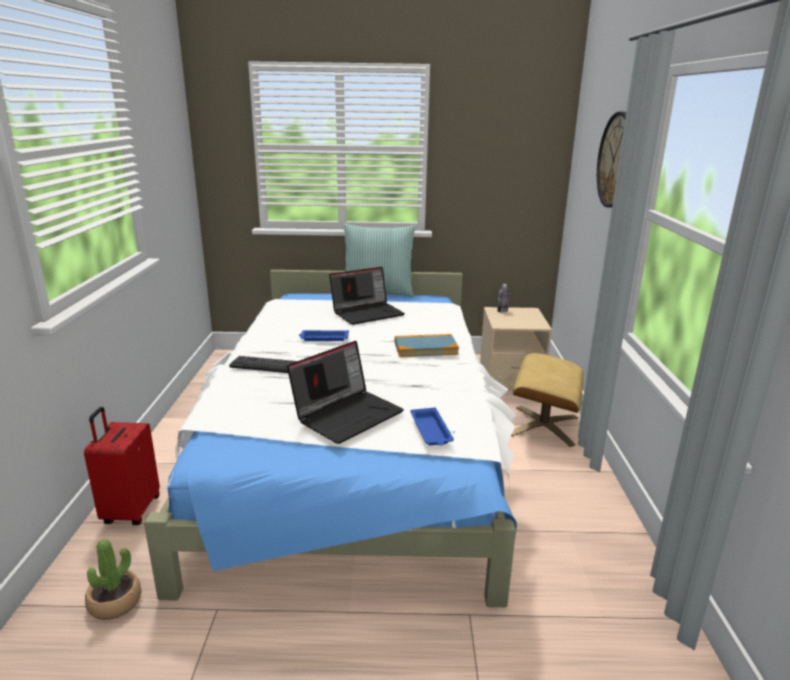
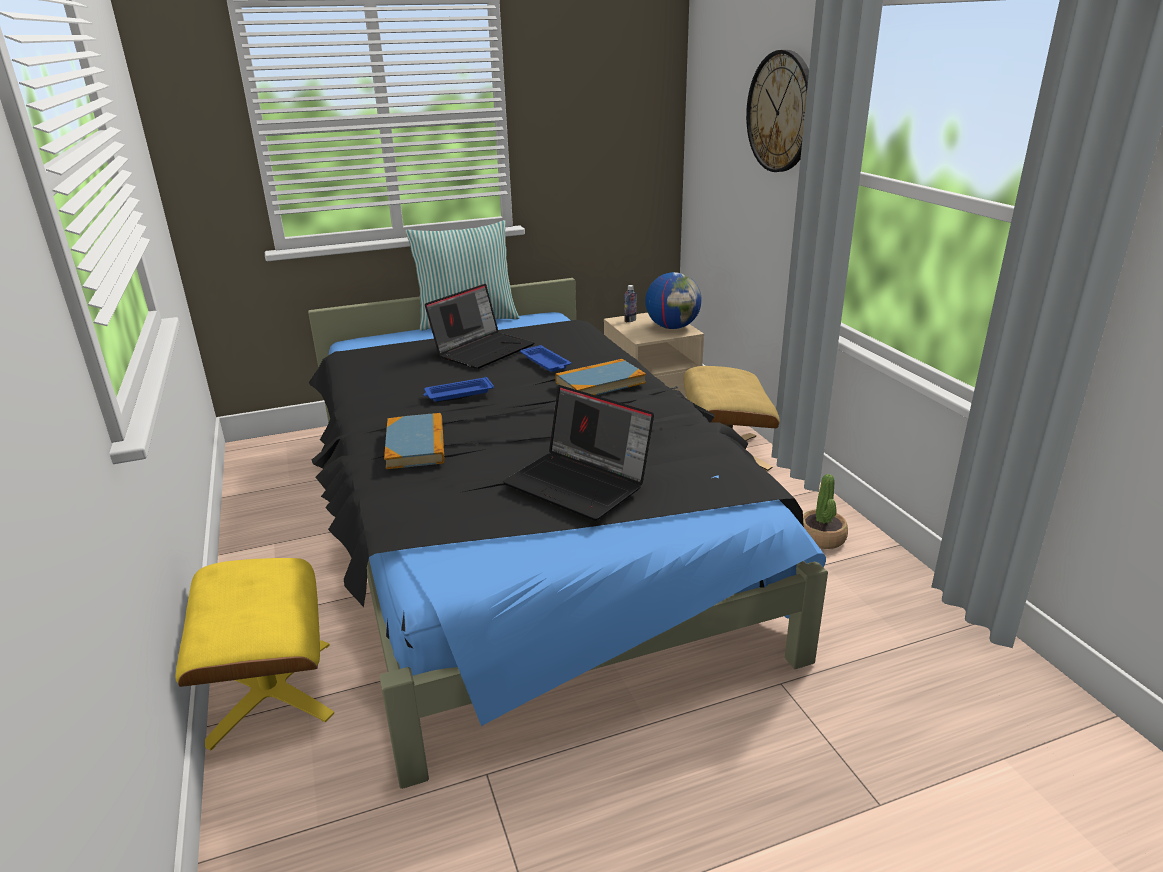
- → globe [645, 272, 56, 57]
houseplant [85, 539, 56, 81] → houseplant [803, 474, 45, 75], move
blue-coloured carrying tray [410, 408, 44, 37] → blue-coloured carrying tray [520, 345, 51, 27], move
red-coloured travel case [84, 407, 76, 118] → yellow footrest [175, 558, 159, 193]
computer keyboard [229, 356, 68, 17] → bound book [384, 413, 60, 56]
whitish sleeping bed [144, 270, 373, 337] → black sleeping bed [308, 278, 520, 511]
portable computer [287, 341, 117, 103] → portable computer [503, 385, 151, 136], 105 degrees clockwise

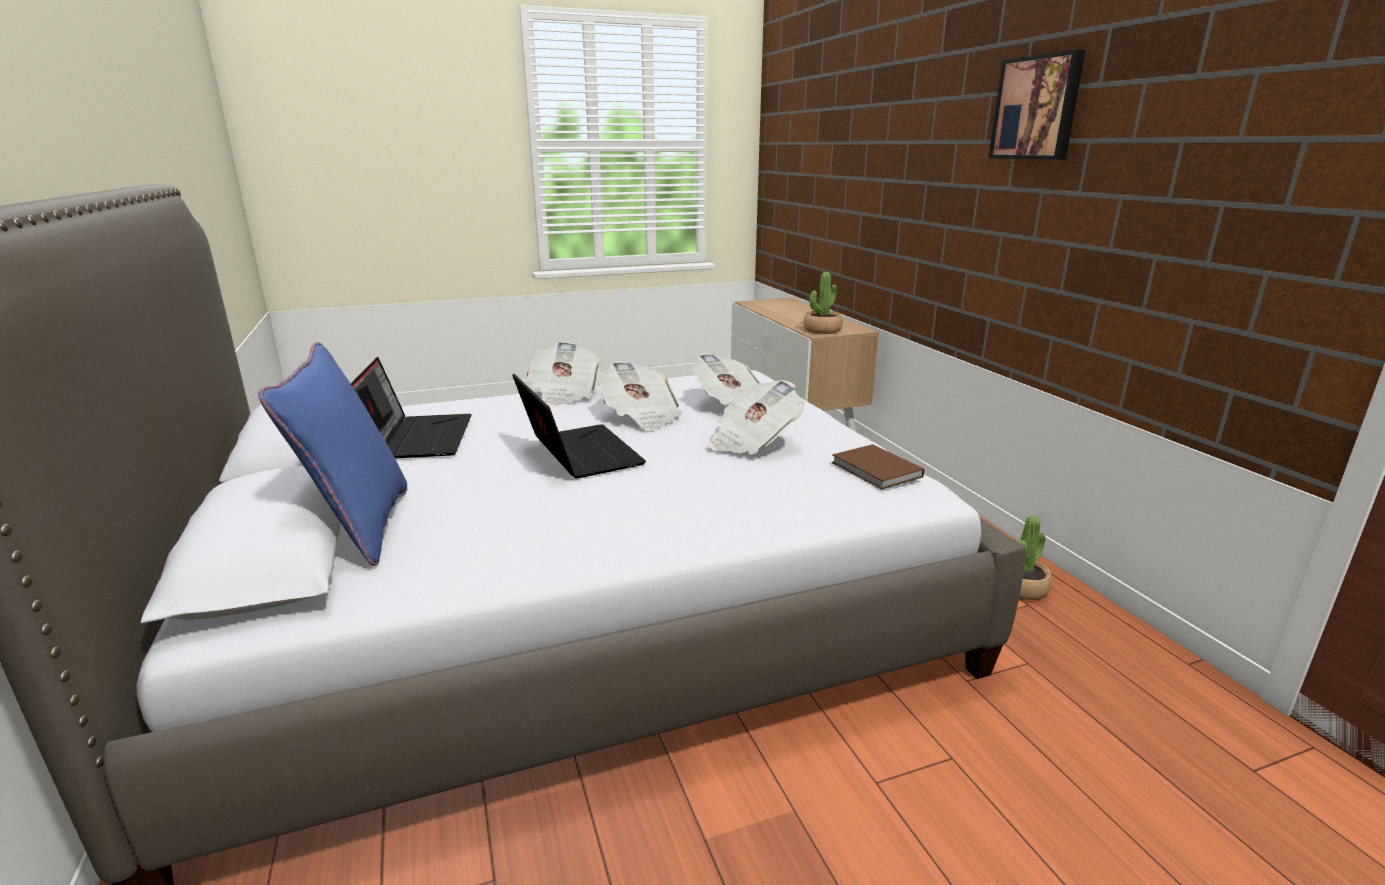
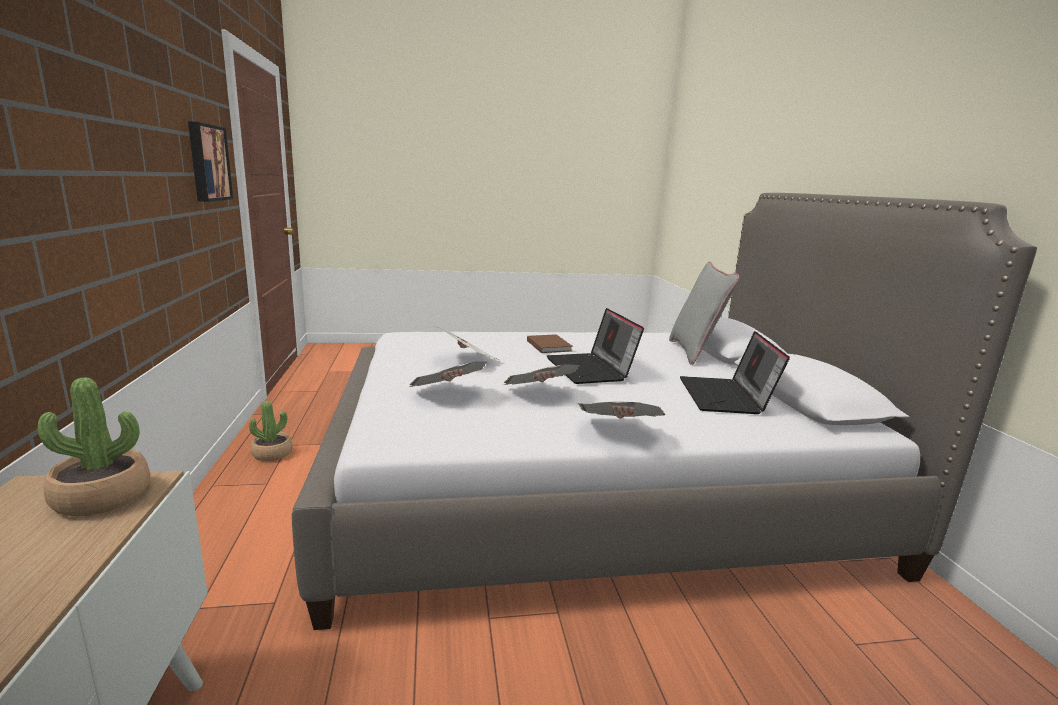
brown bound book [832, 444, 92, 45] → brown bound book [527, 334, 46, 19], move
wall art [988, 49, 97, 111] → wall art [188, 121, 45, 81], move
blue-coloured throw pillow [258, 342, 149, 224] → gray throw pillow [669, 261, 70, 104]

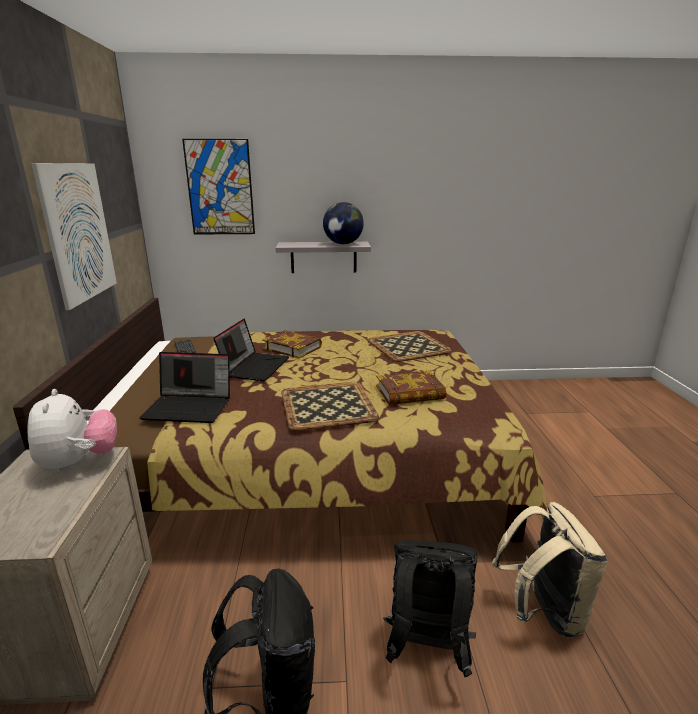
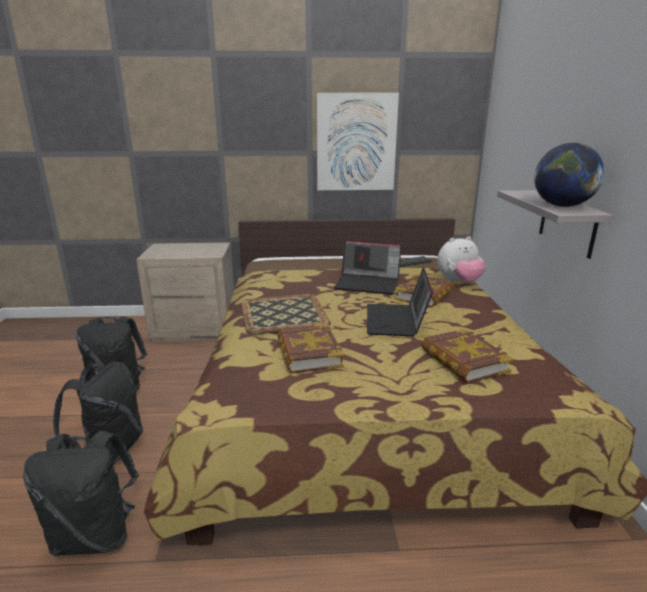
wall art [182, 139, 73, 96] → -
cuddly toy [27, 389, 90, 84] → cuddly toy [437, 236, 49, 47], move
portable computer [139, 352, 91, 71] → portable computer [367, 268, 66, 68], move
carrying tray [367, 331, 85, 31] → bound book [422, 328, 92, 55]
sand-coloured rucksack [492, 502, 115, 136] → black rucksack [23, 431, 116, 125]

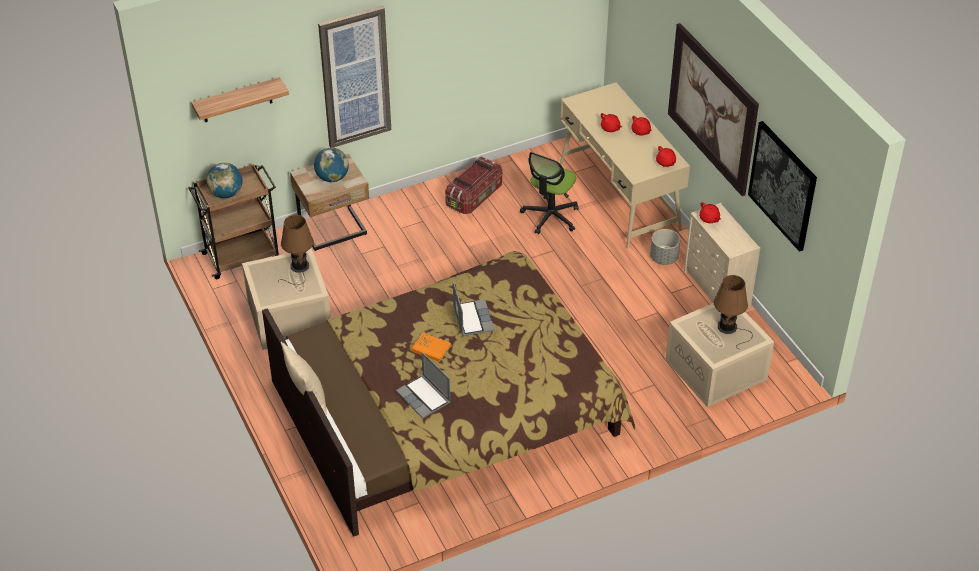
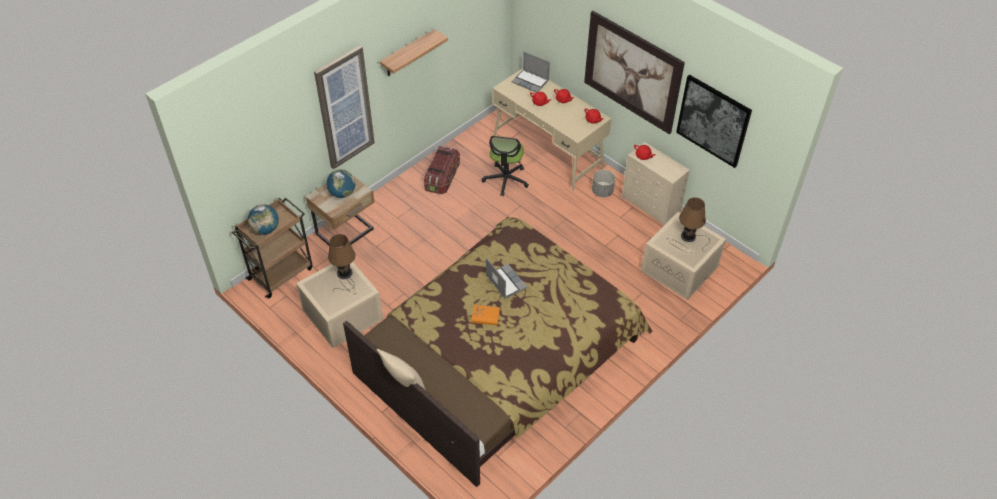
wall shelf [191, 77, 98, 45] → wall shelf [380, 29, 68, 47], move
portable computer [396, 352, 55, 66] → portable computer [512, 52, 38, 40], move

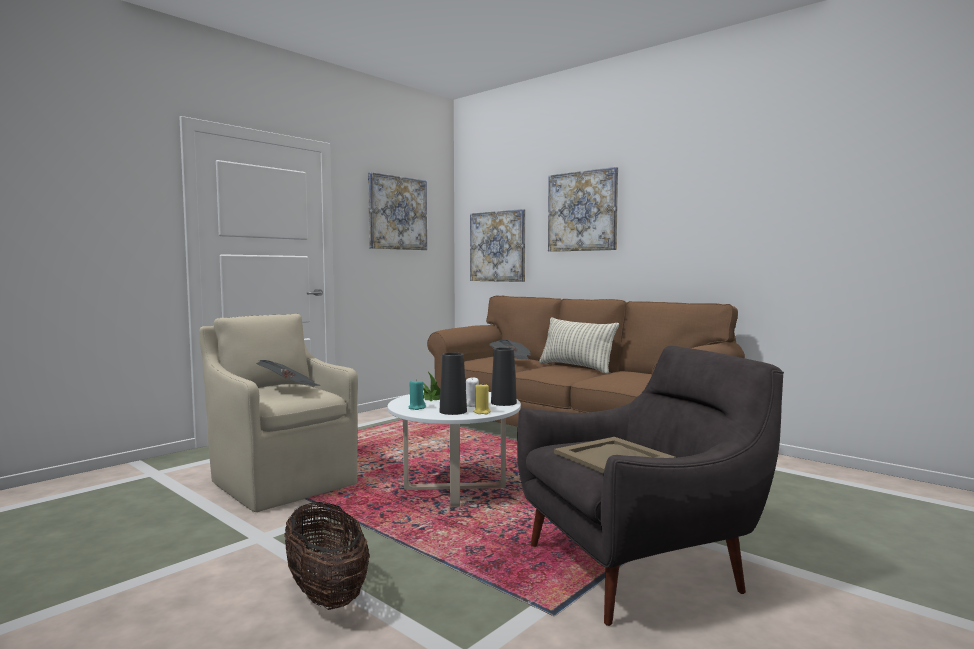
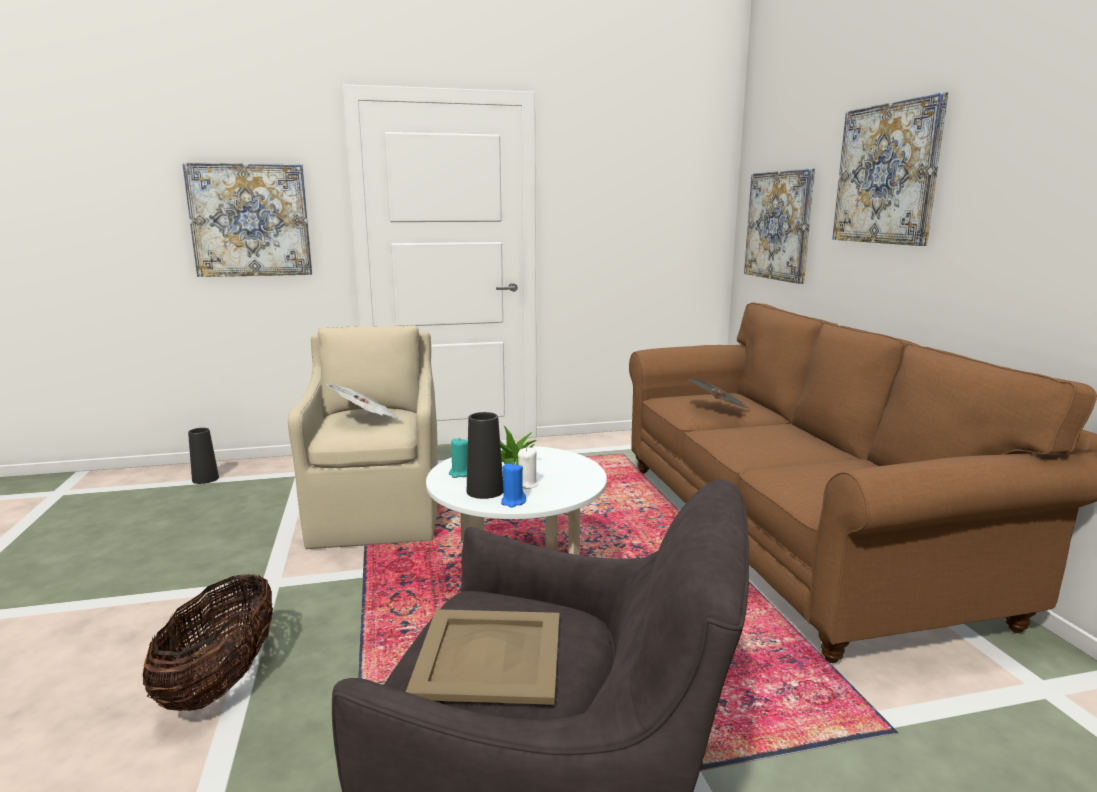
throw pillow [539, 317, 80, 57] → -
wall art [368, 172, 59, 78] → wall art [182, 162, 130, 115], move
black vase [491, 347, 26, 59] → black vase [188, 428, 31, 56], move
yellow candle [473, 383, 18, 31] → blue-coloured candle [501, 462, 25, 46]

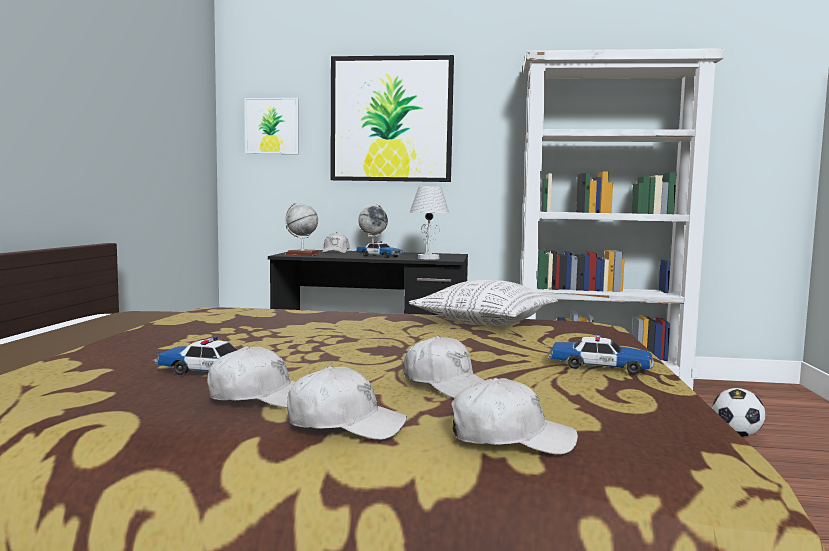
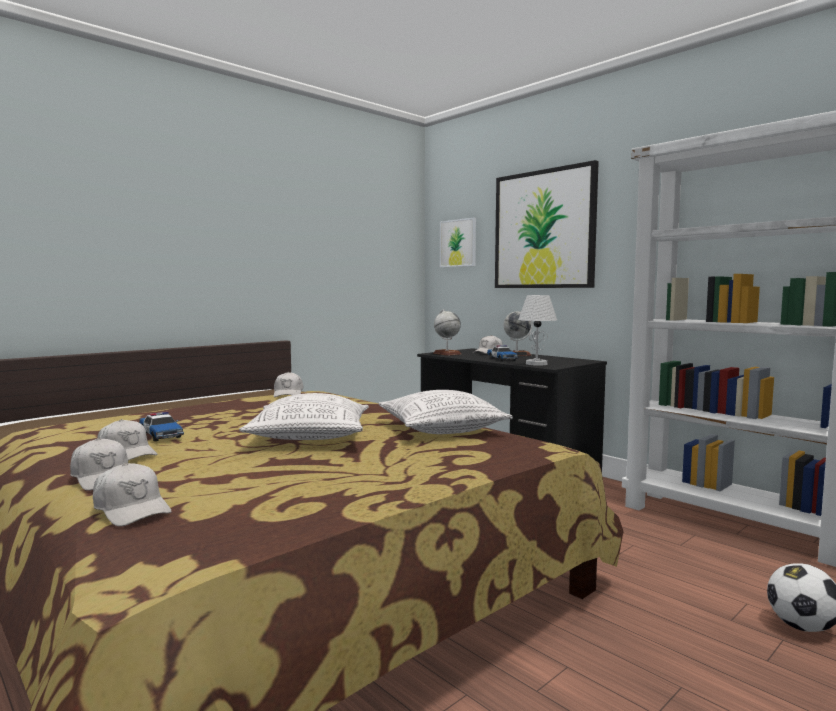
model car [548, 334, 106, 40] → -
- → throw pillow [239, 393, 130, 47]
whitish peaked cap [403, 336, 81, 62] → whitish peaked cap [274, 372, 29, 25], move

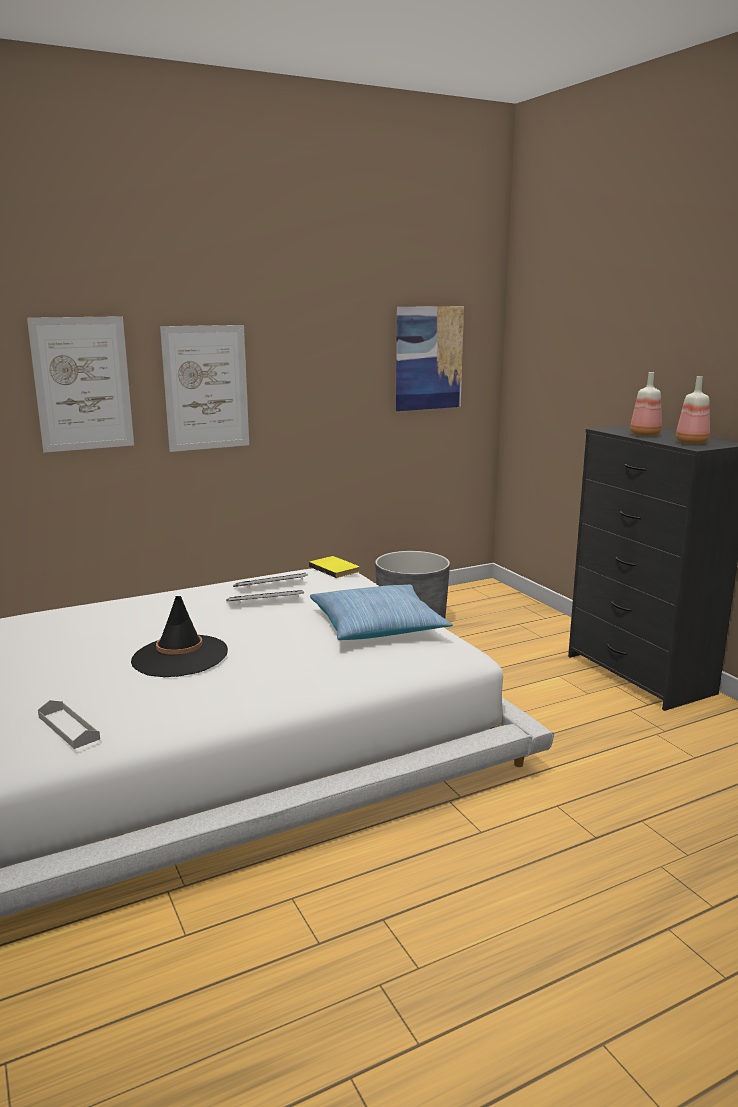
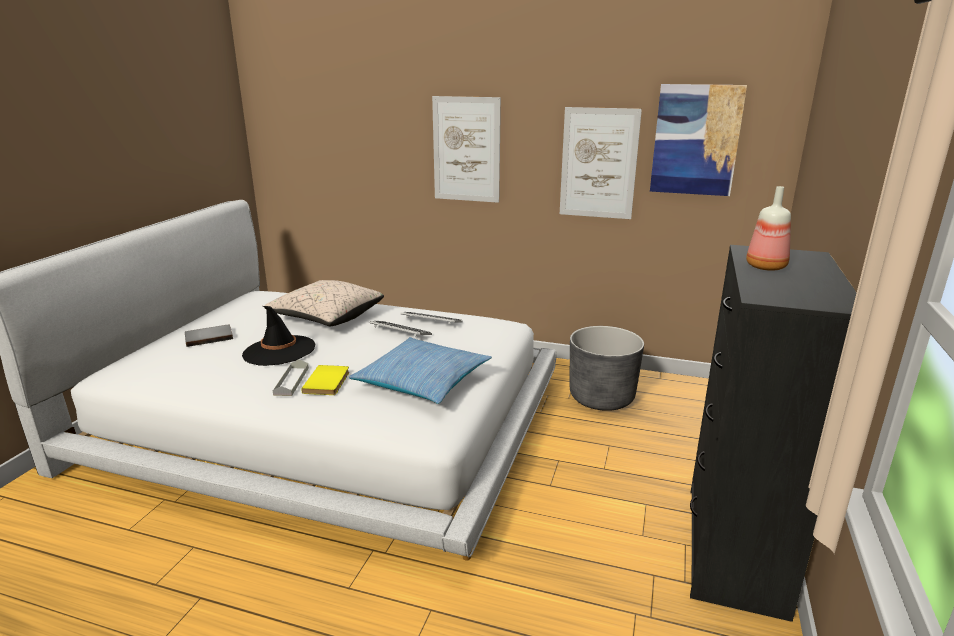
beverage bottle [676, 376, 34, 68] → -
- → gray bound book [185, 325, 48, 22]
- → sand-coloured throw pillow [264, 280, 120, 46]
wall art [27, 316, 107, 137] → wall art [560, 107, 82, 112], move
gray carrying tray [38, 700, 62, 49] → gray carrying tray [273, 359, 36, 37], move
yellow bound book [309, 556, 50, 22] → yellow bound book [301, 365, 48, 30], move

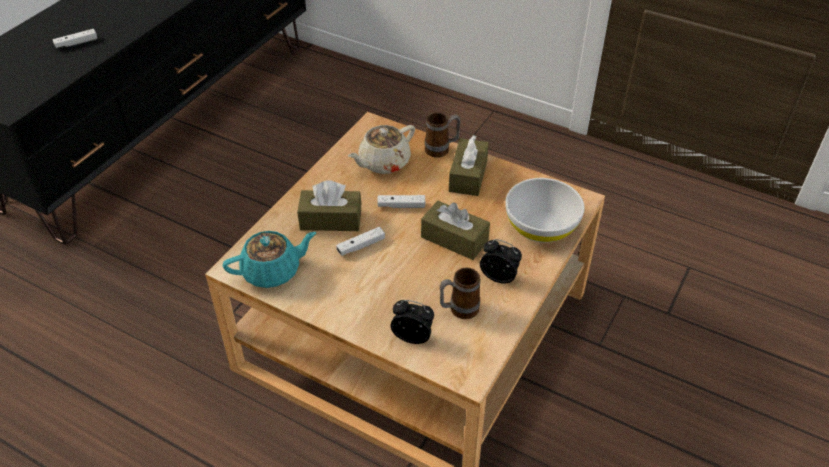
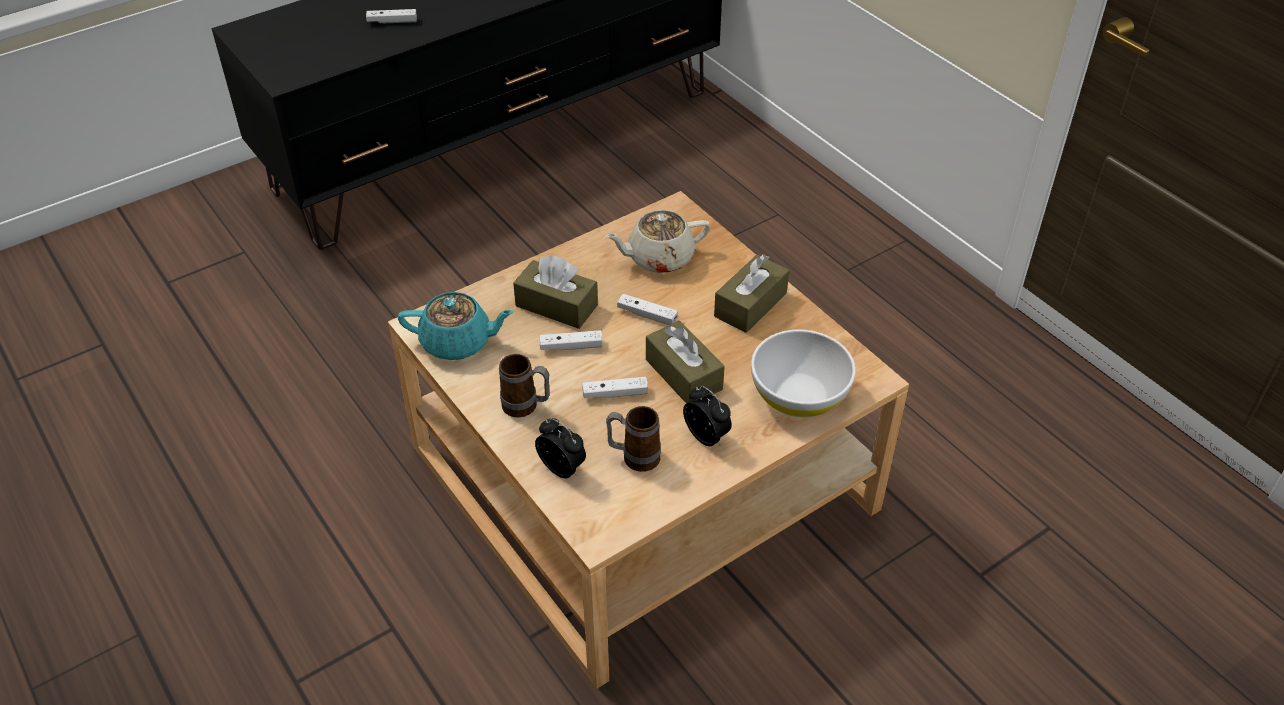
- → whitish gamepad [582, 377, 66, 21]
mug [425, 113, 36, 45] → mug [499, 354, 51, 63], move

